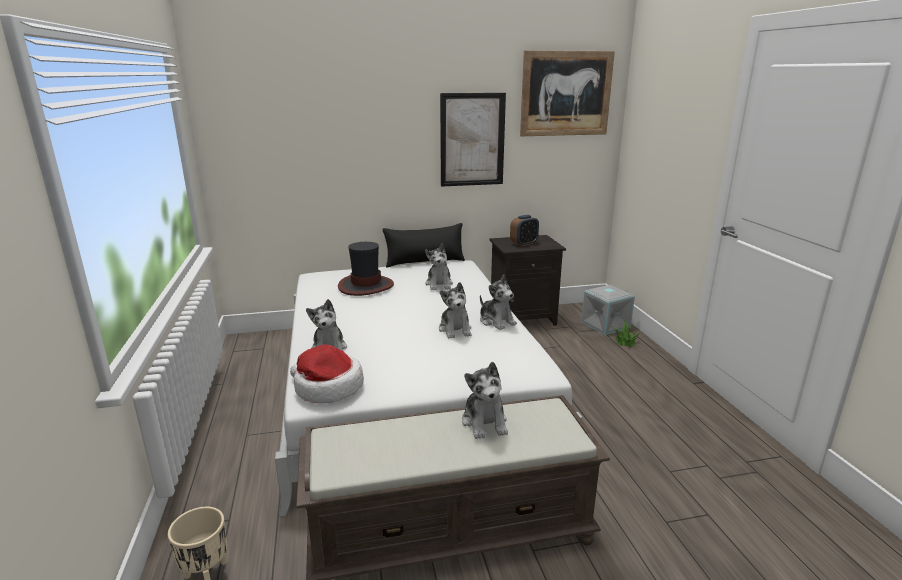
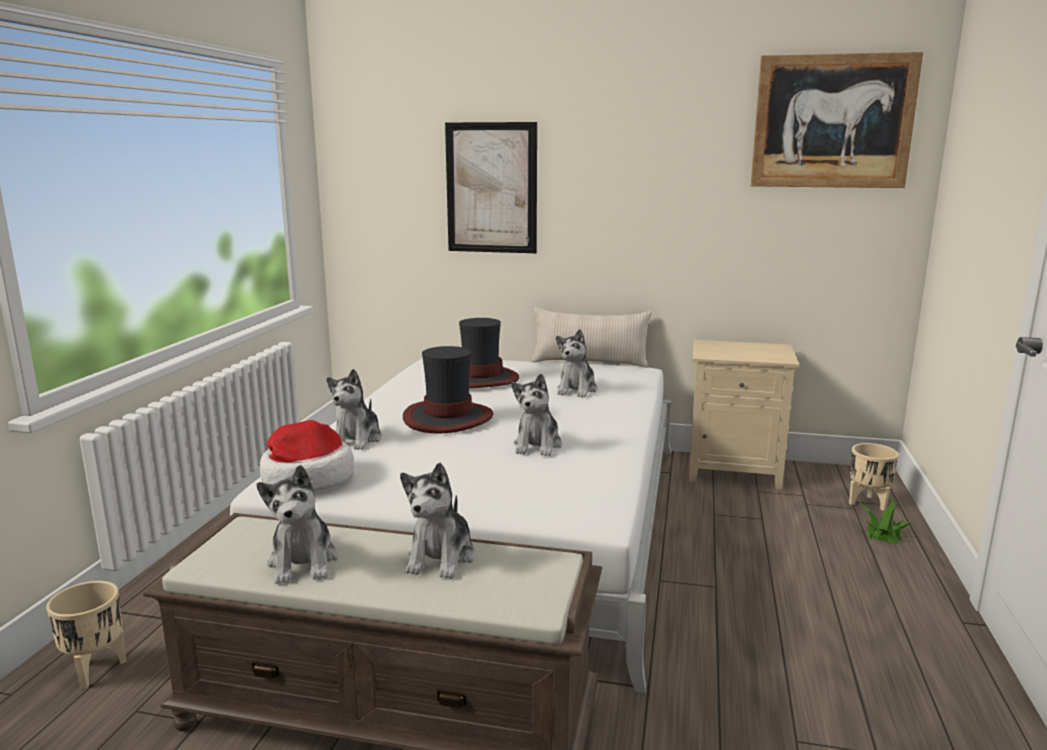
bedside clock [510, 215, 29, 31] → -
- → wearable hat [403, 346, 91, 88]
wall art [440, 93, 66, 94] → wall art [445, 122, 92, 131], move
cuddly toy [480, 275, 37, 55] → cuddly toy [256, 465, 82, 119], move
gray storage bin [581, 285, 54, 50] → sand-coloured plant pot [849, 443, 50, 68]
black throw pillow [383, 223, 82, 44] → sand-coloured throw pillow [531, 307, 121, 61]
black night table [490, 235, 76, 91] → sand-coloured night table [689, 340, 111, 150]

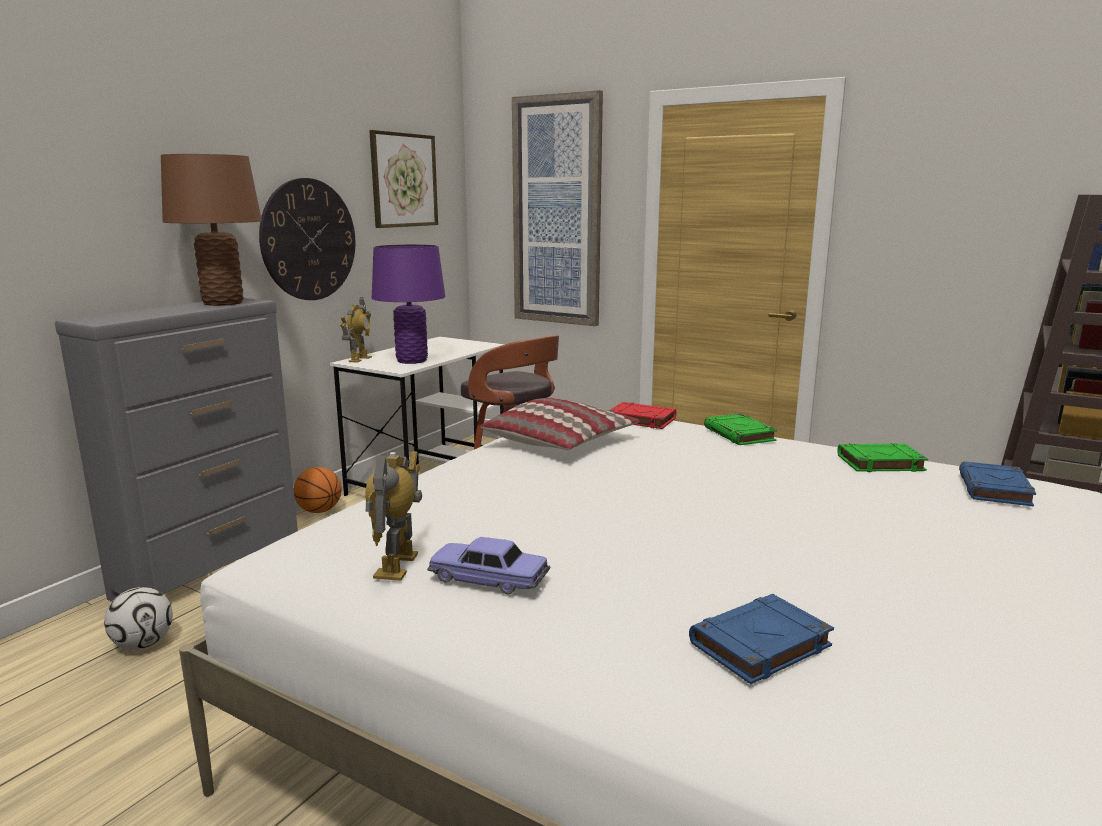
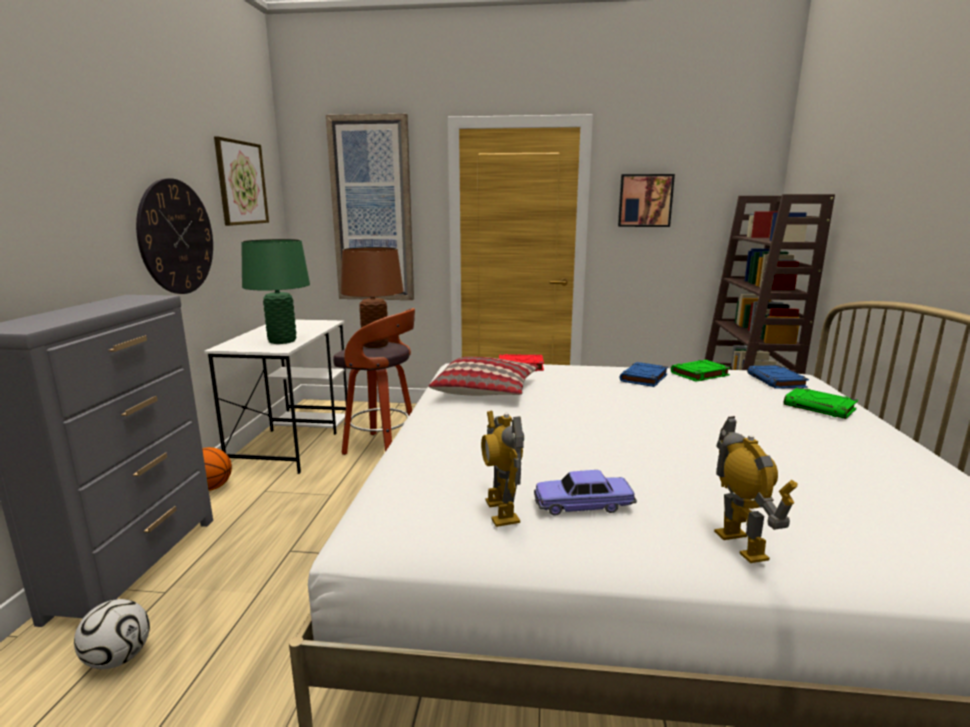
- → wall art [618, 174, 57, 53]
brown tabletop lamp [161, 154, 101, 152] → brown tabletop lamp [341, 247, 62, 101], move
robot figure [340, 297, 32, 66] → robot figure [714, 416, 84, 147], move
blue-coloured bound book [689, 594, 145, 90] → blue-coloured bound book [620, 362, 48, 25], move
greenish bound book [704, 413, 73, 32] → greenish bound book [784, 387, 74, 32], move
purple tabletop lamp [372, 244, 73, 120] → greenish tabletop lamp [241, 239, 69, 105]

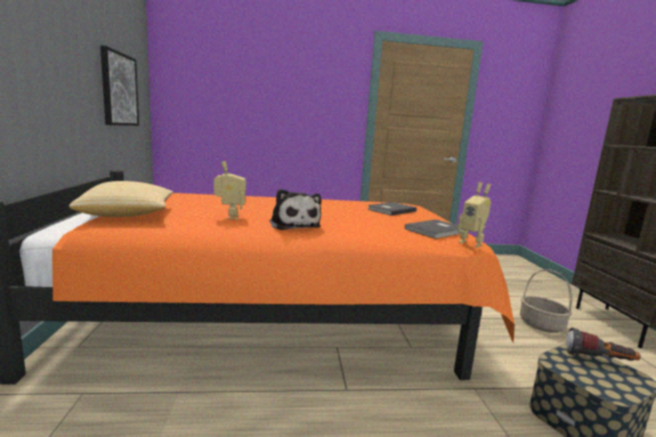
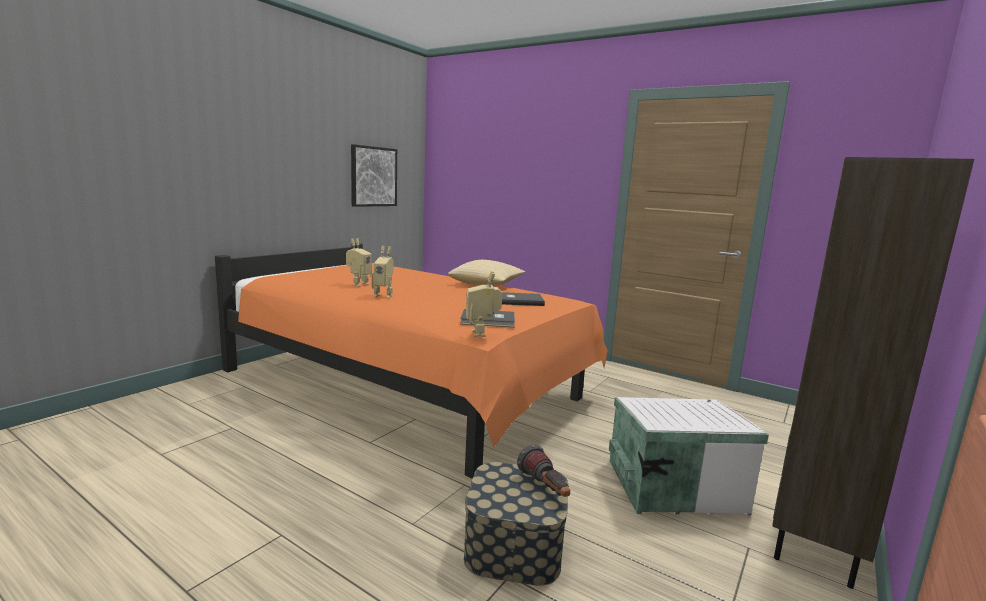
throw pillow [69, 181, 105, 36] → throw pillow [448, 260, 77, 26], move
cuddly toy [270, 189, 51, 41] → robot figure [371, 245, 22, 54]
basket [520, 269, 52, 64] → whitish storage bin [609, 397, 160, 118]

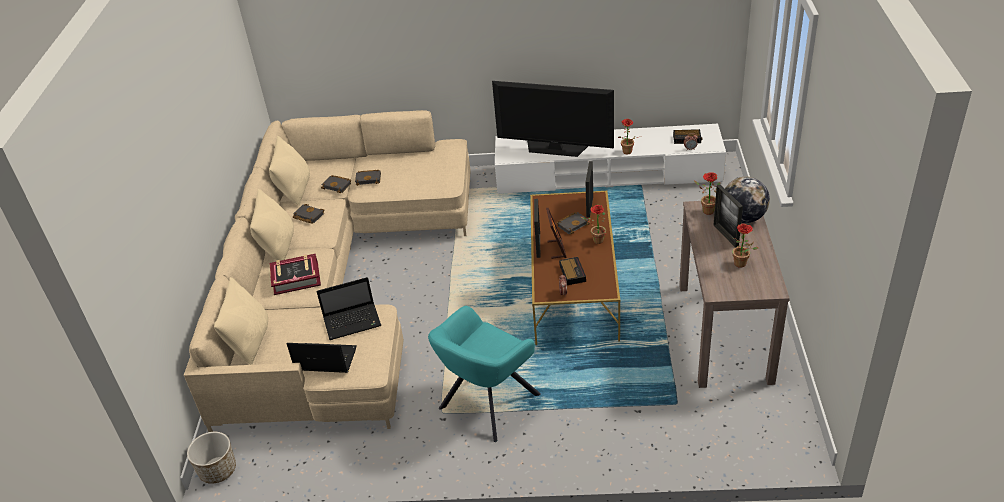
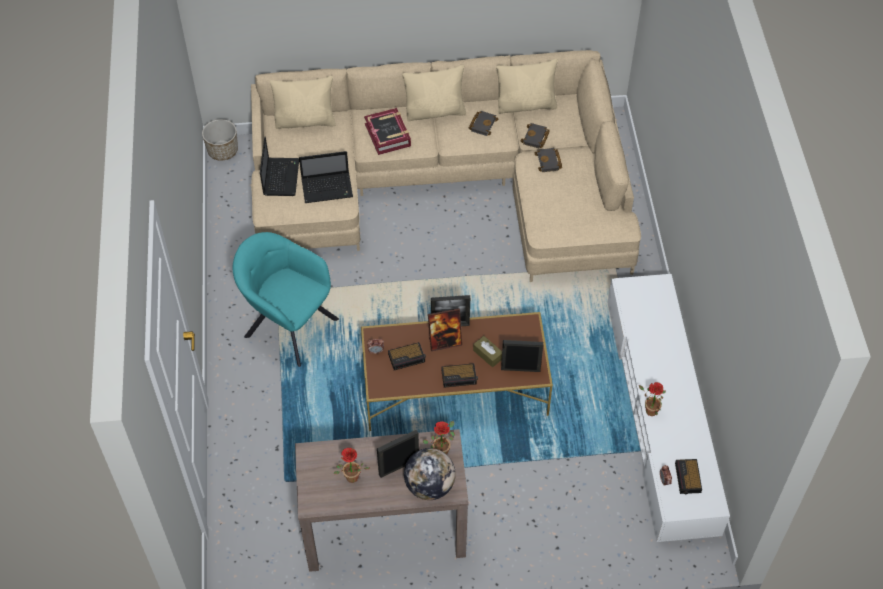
TV set [492, 81, 122, 76] → -
black bound book [557, 212, 33, 22] → brown tissue holder [473, 336, 29, 31]
houseplant [581, 205, 26, 39] → bedside clock [441, 363, 37, 25]
portable computer [316, 277, 65, 63] → portable computer [299, 151, 54, 52], 75 degrees counterclockwise

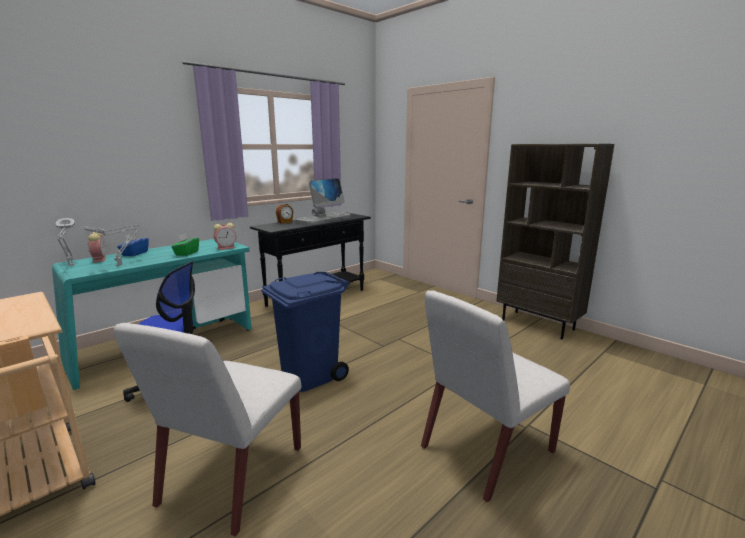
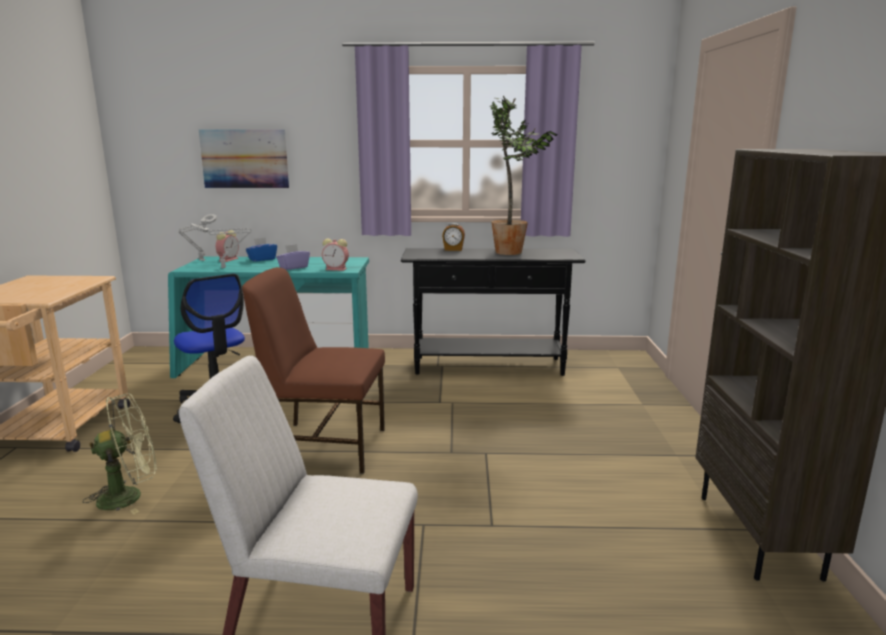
- → wall art [199, 130, 90, 58]
whitish upright chair [113, 323, 188, 214] → greenish electric fan [83, 393, 74, 121]
blue-coloured waste bin [261, 272, 89, 120] → brown upright chair [242, 267, 143, 207]
computer display [297, 178, 53, 46] → houseplant [490, 96, 68, 159]
greenish tissue holder [171, 233, 28, 23] → purple tissue holder [276, 244, 34, 26]

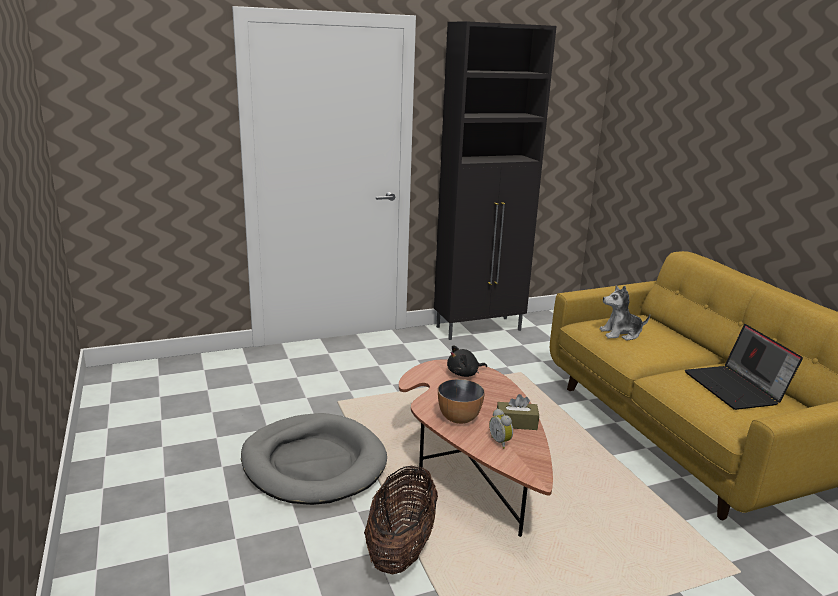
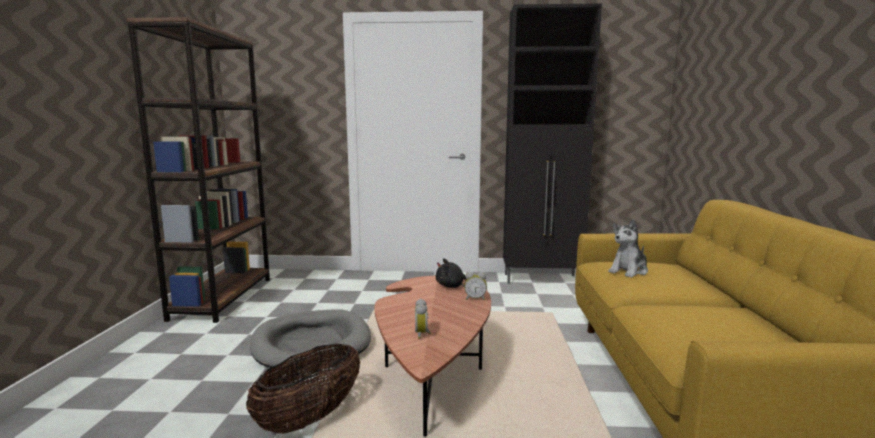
bowl [438, 379, 47, 45] → -
brown tissue holder [497, 394, 42, 36] → -
portable computer [685, 324, 118, 86] → -
- → brown shelving unit [127, 17, 143, 306]
- → bedside clock [464, 272, 23, 28]
cuddly toy [600, 286, 50, 54] → cuddly toy [608, 219, 40, 59], 60 degrees counterclockwise

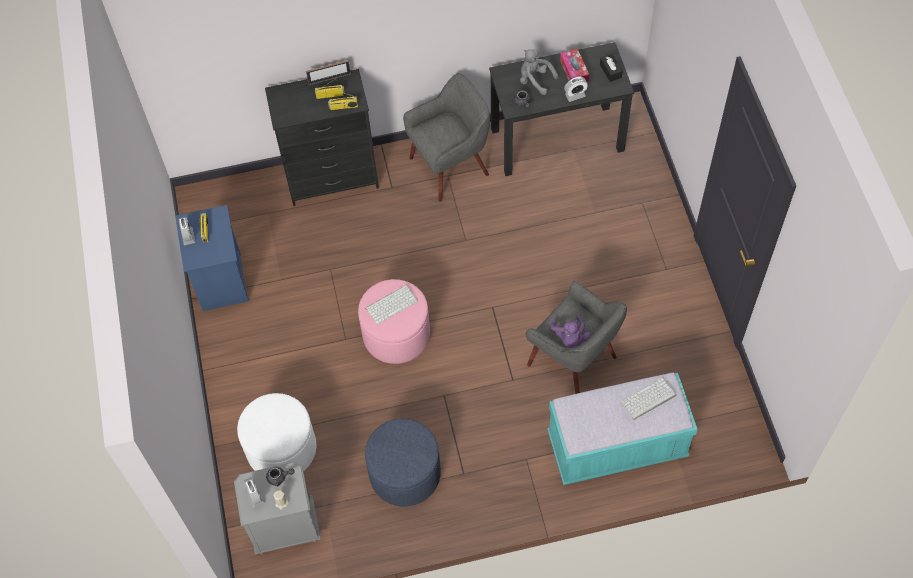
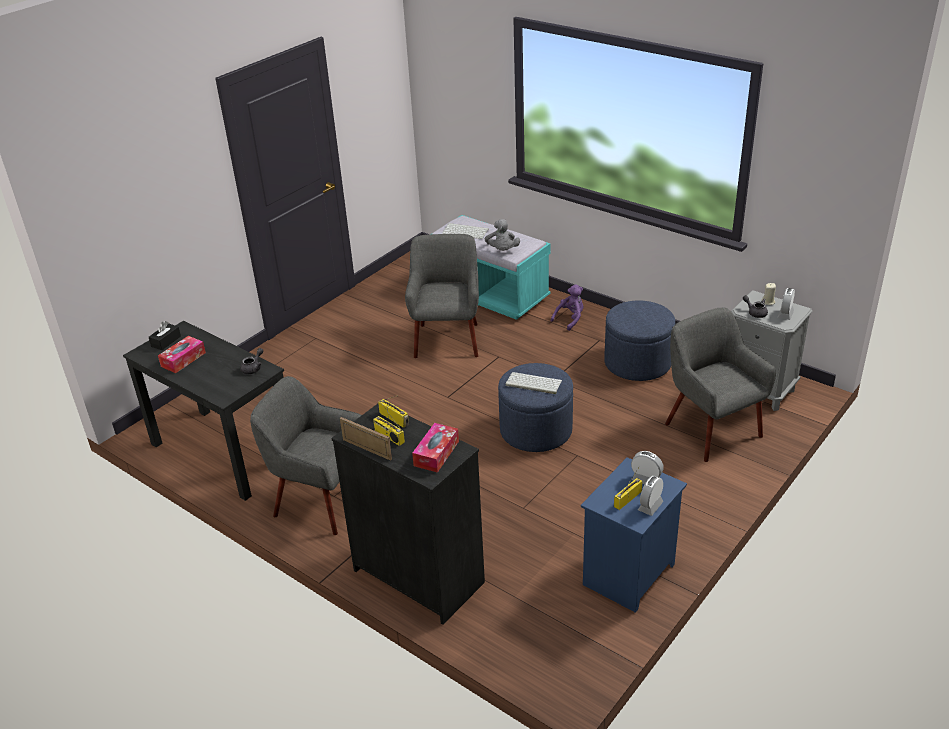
- → tissue holder [412, 423, 47, 50]
gray cuddly toy [520, 49, 38, 46] → gray cuddly toy [485, 219, 35, 32], move
purple cuddly toy [551, 316, 40, 32] → purple cuddly toy [551, 285, 32, 46], move
bedside clock [564, 77, 24, 25] → bedside clock [631, 451, 33, 33], move
whitish footrest [237, 393, 79, 78] → gray armchair [665, 307, 111, 155]
pink footrest [358, 279, 72, 85] → blue-coloured footrest [498, 363, 75, 89]

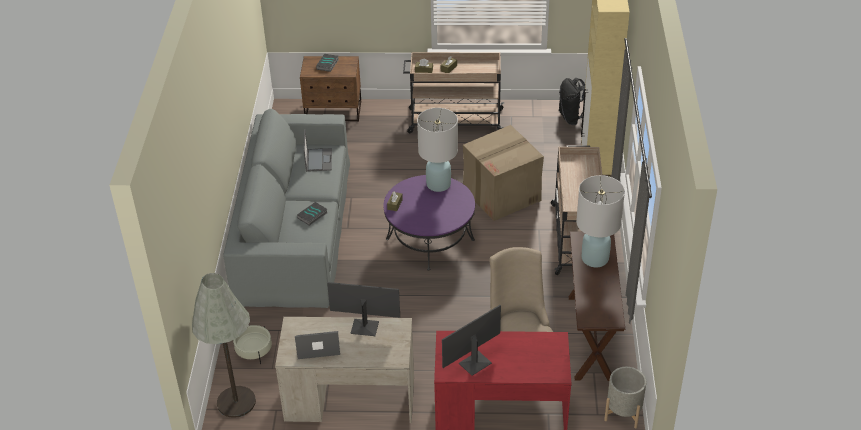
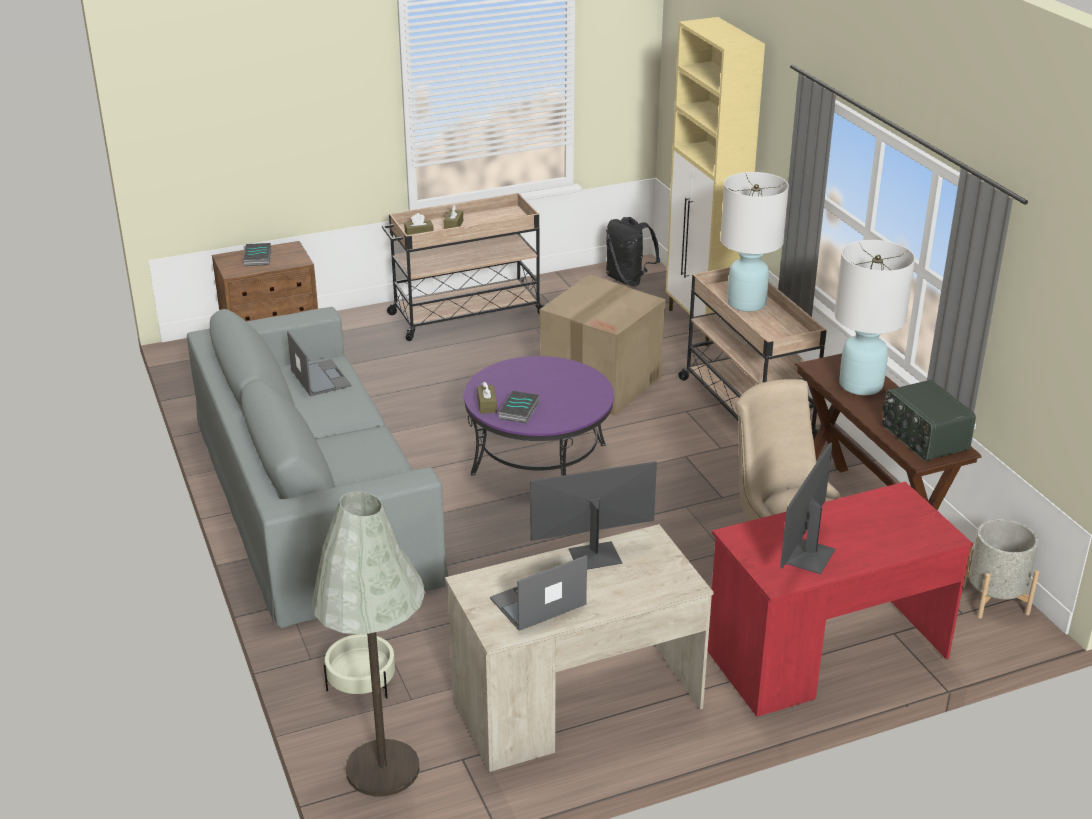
- → radio receiver [882, 380, 94, 81]
bound book [297, 202, 30, 24] → bound book [499, 391, 41, 32], move
whitish tabletop lamp [417, 108, 41, 84] → whitish tabletop lamp [720, 172, 69, 140], move

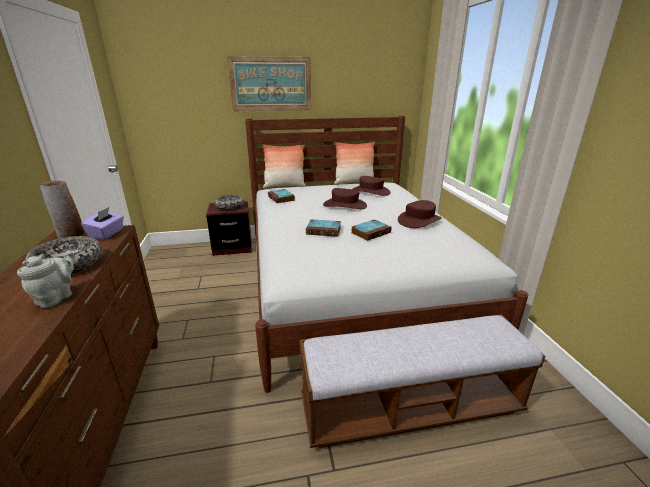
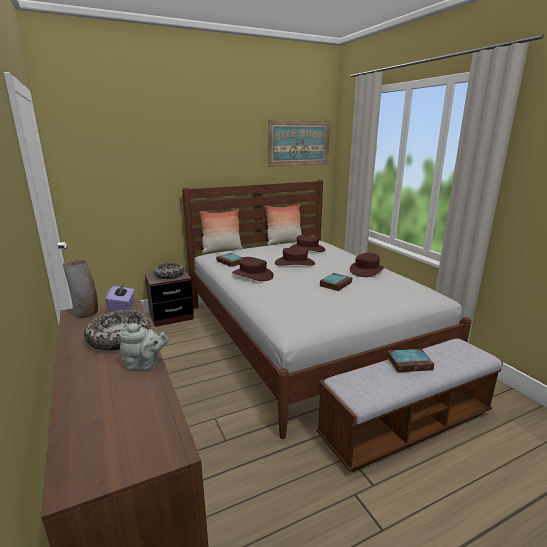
- → brown wearable hat [232, 257, 42, 24]
wall art [227, 56, 84, 55] → wall art [268, 120, 62, 47], move
bound book [306, 219, 35, 18] → bound book [387, 349, 47, 23], move
gray teapot [17, 251, 58, 57] → gray teapot [119, 323, 50, 47], 90 degrees clockwise

